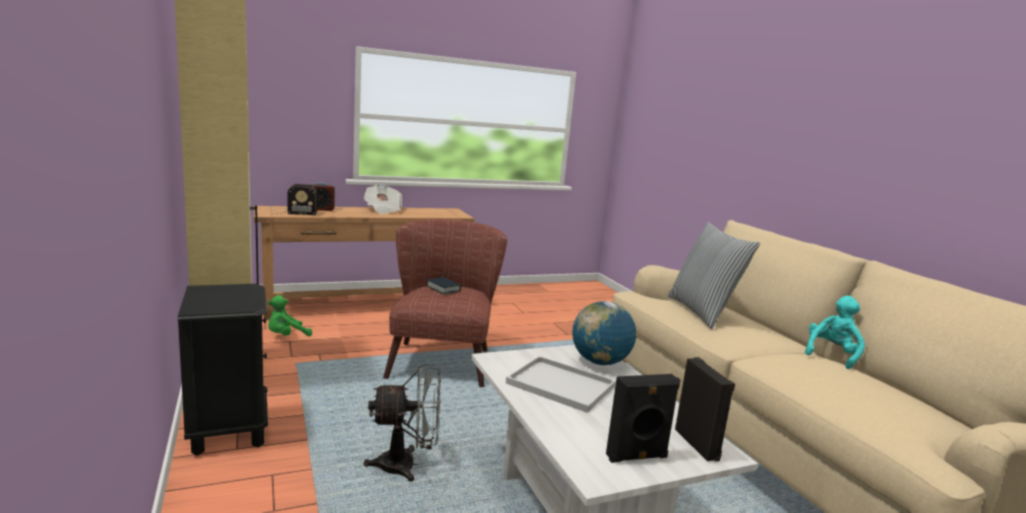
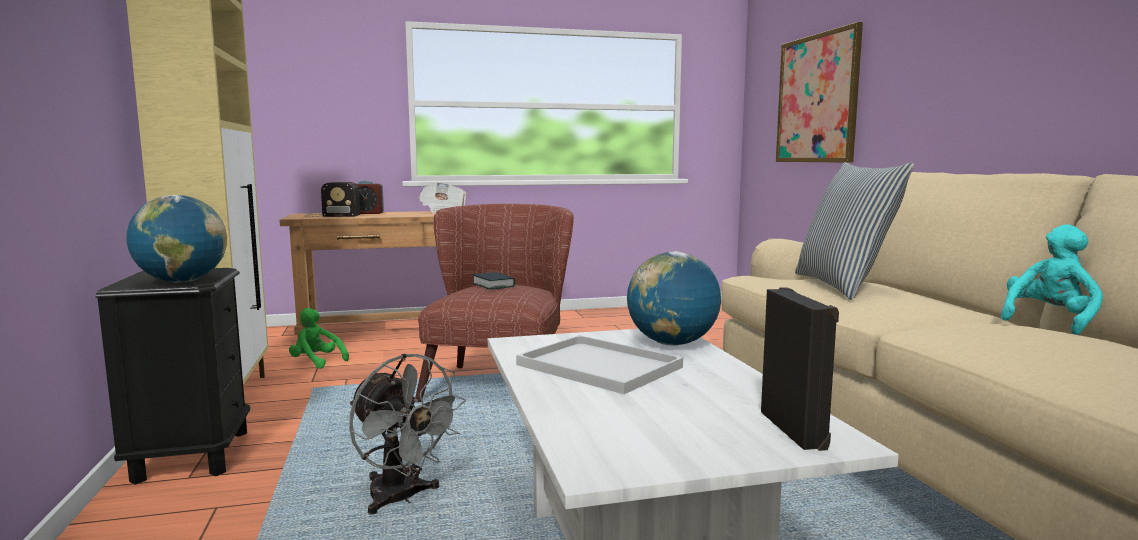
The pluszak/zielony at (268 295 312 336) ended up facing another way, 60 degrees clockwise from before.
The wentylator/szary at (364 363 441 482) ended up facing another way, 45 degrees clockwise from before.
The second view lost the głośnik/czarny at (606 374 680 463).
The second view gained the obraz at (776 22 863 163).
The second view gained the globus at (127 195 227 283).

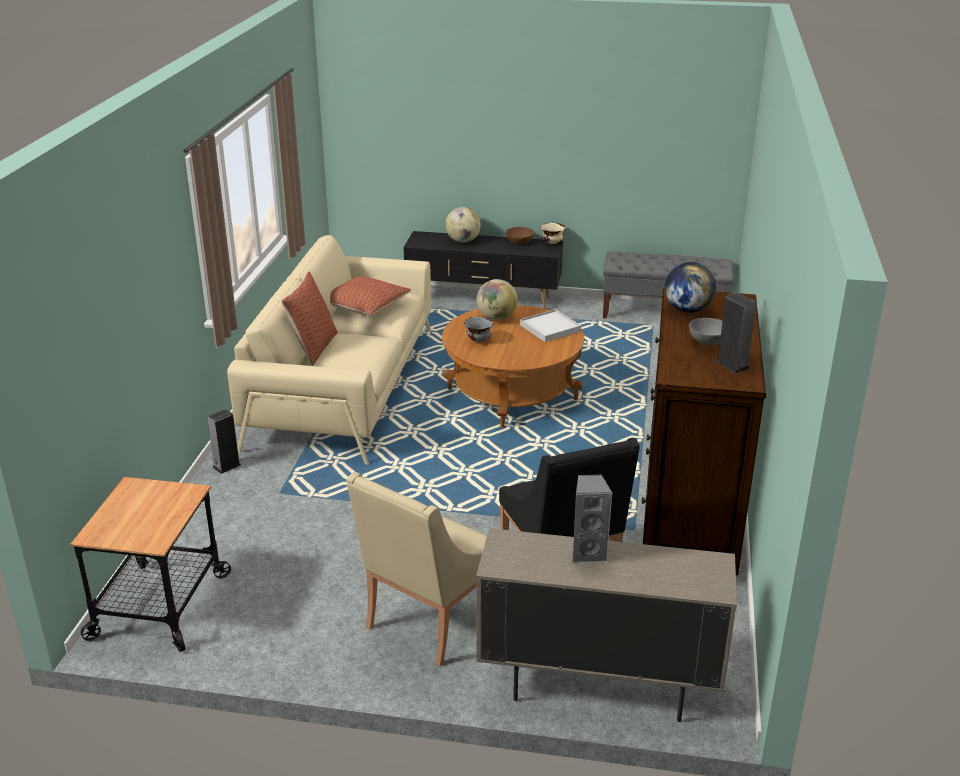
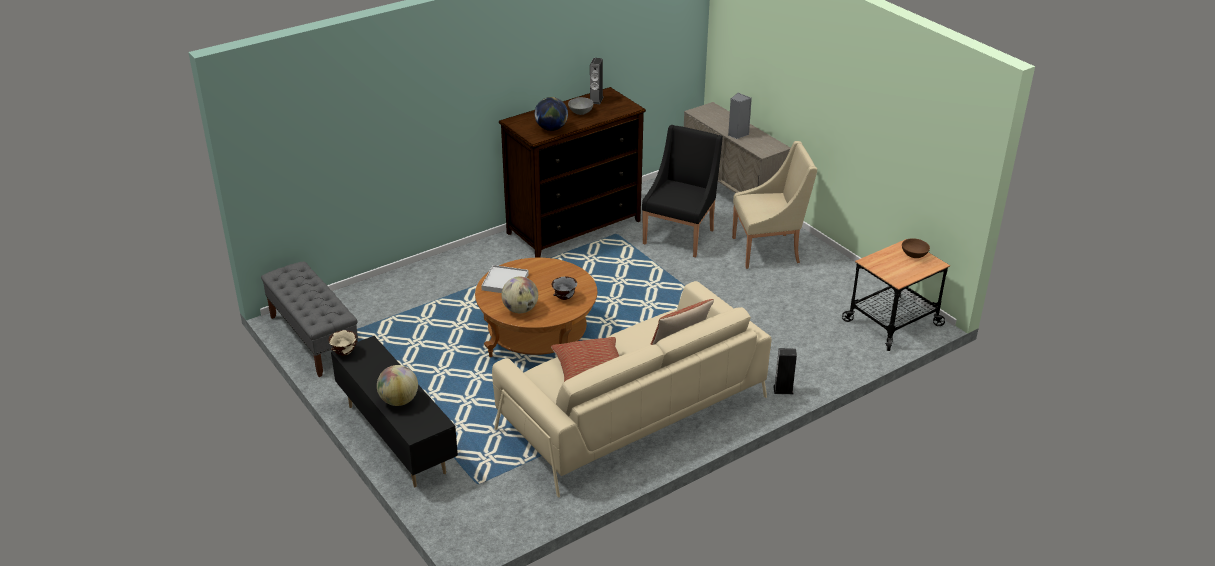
The miska/brązowy ended up elsewhere, having gone from (506 227 534 245) to (902 238 930 258).

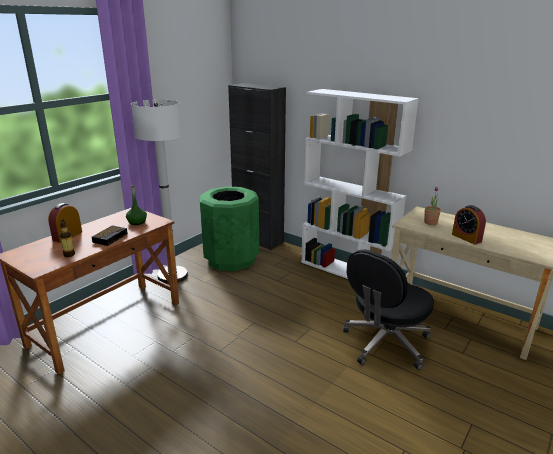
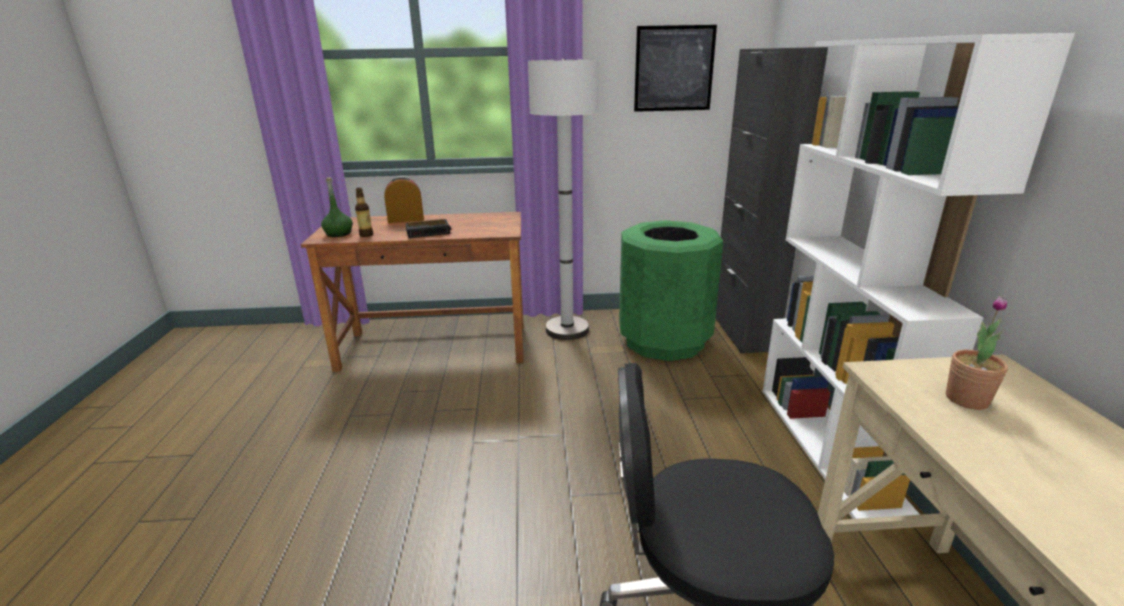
The butelka/zielony ended up elsewhere, having gone from (126 185 147 225) to (321 177 353 237).
The second view lost the budzik at (452 205 486 245).
The second view gained the obraz at (634 25 717 112).

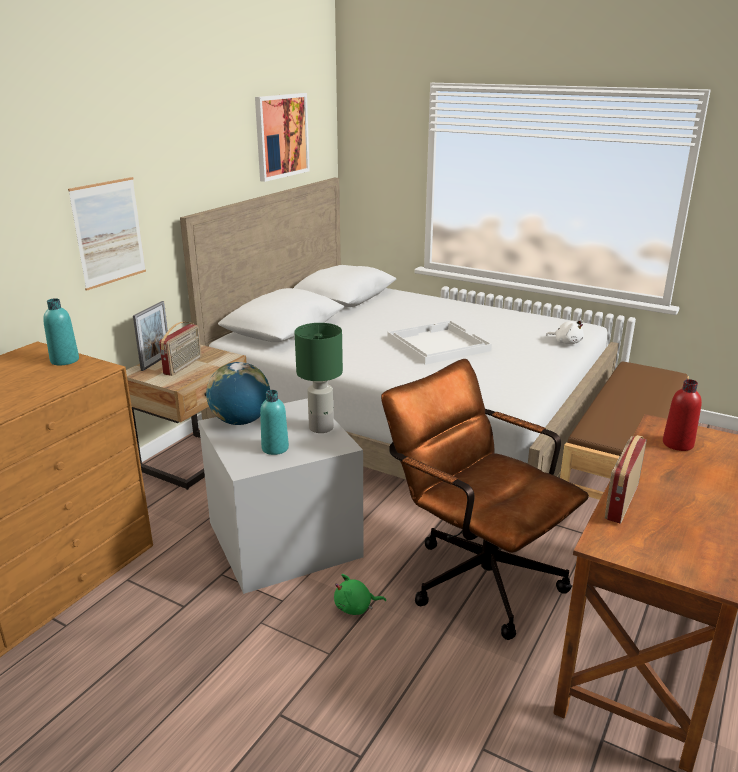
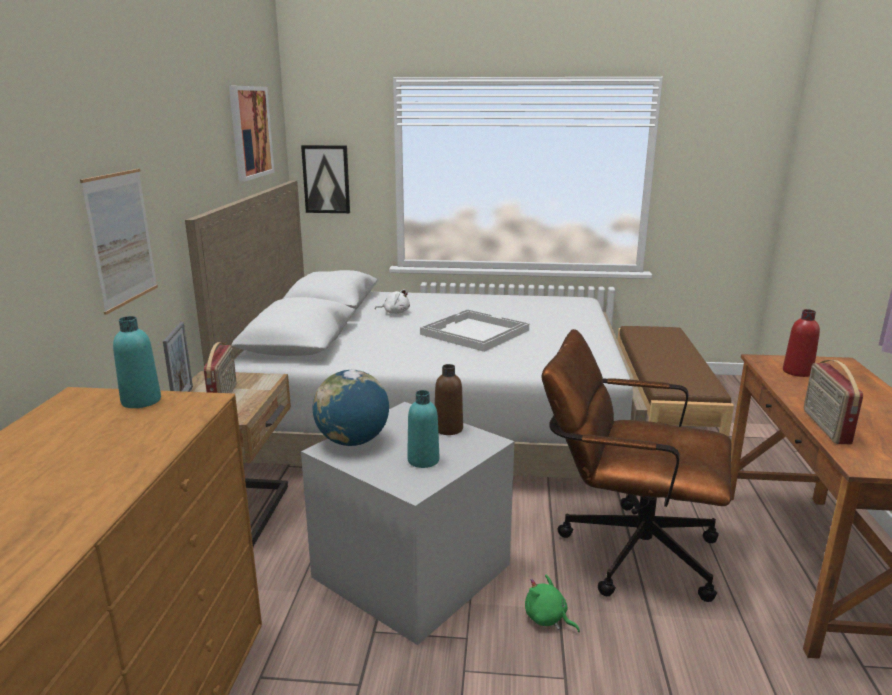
The pluszak/biały ended up elsewhere, having gone from (546 320 584 344) to (375 289 410 314).
Where the lampa stołowa/zielony stood at (294 323 343 433), the butelka/brązowy came to stand at (435 364 463 435).
The pluszak/zielony at (334 574 386 615) ended up facing another way, 75 degrees clockwise from before.
The second view gained the obraz at (301 145 350 213).

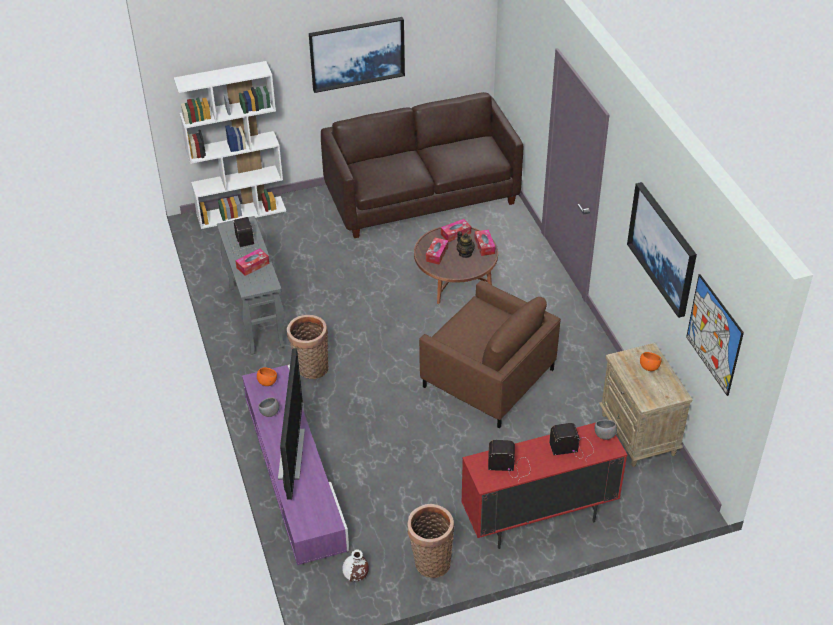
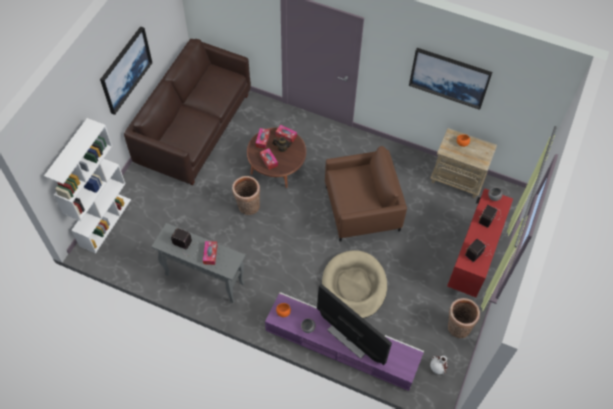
The second view lost the obraz at (686 274 744 396).
The koszyk ended up elsewhere, having gone from (287 315 329 379) to (232 176 260 215).
The second view gained the legowisko/beżowy at (322 250 387 319).

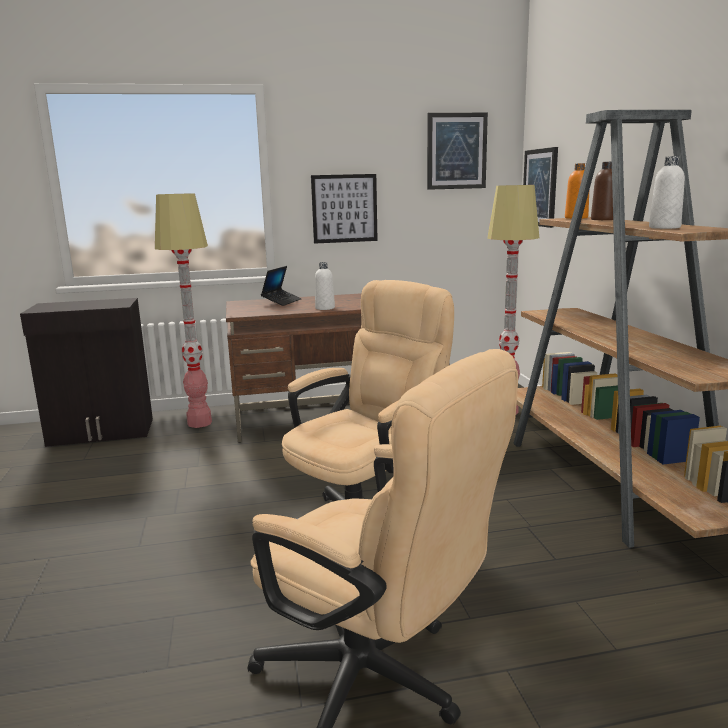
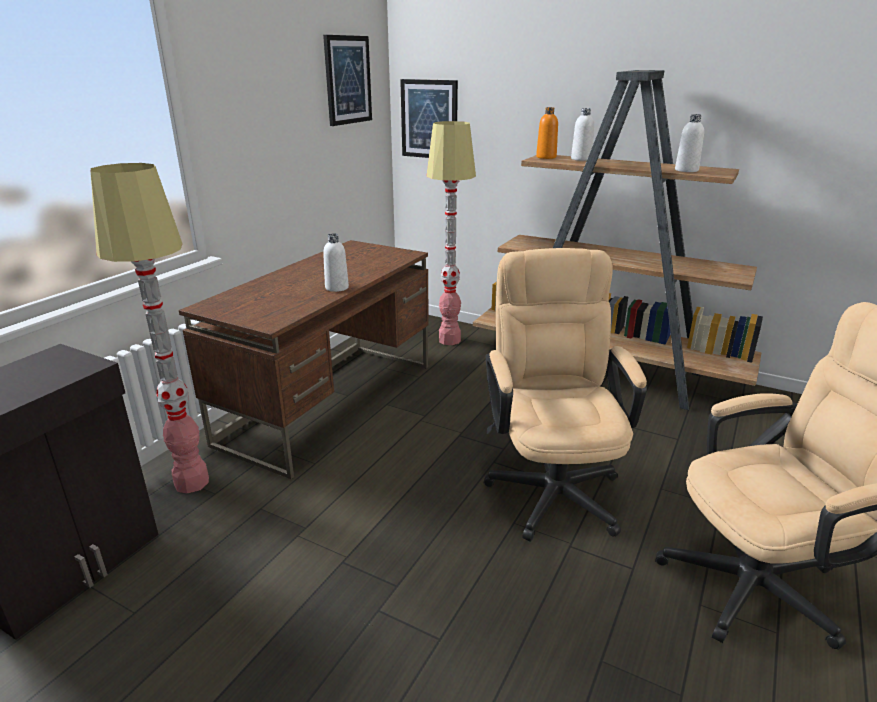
What was the butelka/brązowy at (591 162 613 220) turned into the butelka/biały at (571 108 594 161).
The second view lost the obraz at (311 174 378 244).
The second view lost the laptop at (261 266 302 306).

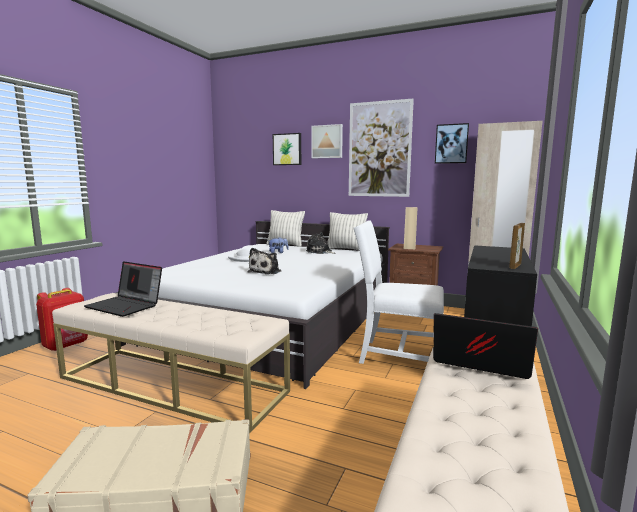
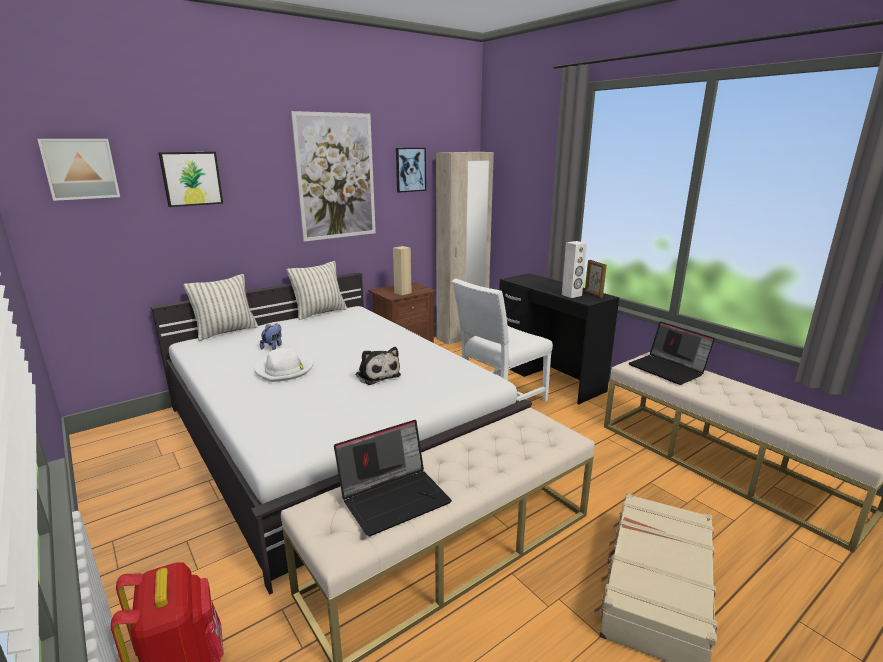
The obraz ended up elsewhere, having gone from (311 124 343 158) to (37 139 120 201).
The second view lost the pluszak at (306 232 336 254).
The laptop at (433 313 538 379) ended up facing another way, 90 degrees counterclockwise from before.
The second view gained the głośnik/biały at (562 241 587 298).

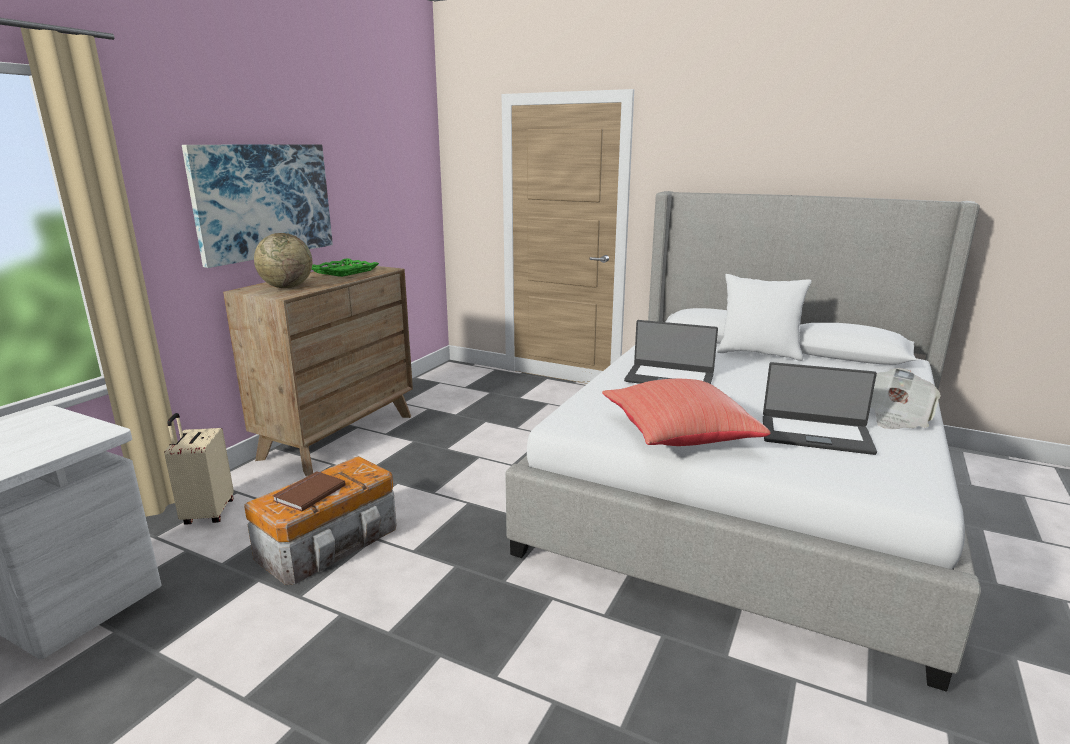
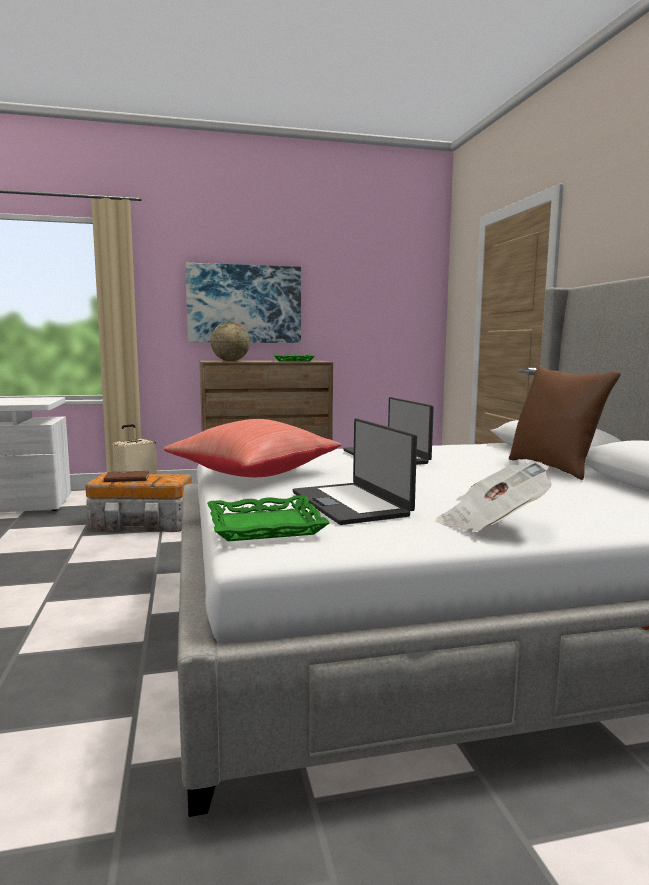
What was the poduszka/biały at (717 274 812 361) turned into the poduszka/brązowy at (509 366 621 480).
The second view gained the taca/zielony at (207 495 330 541).

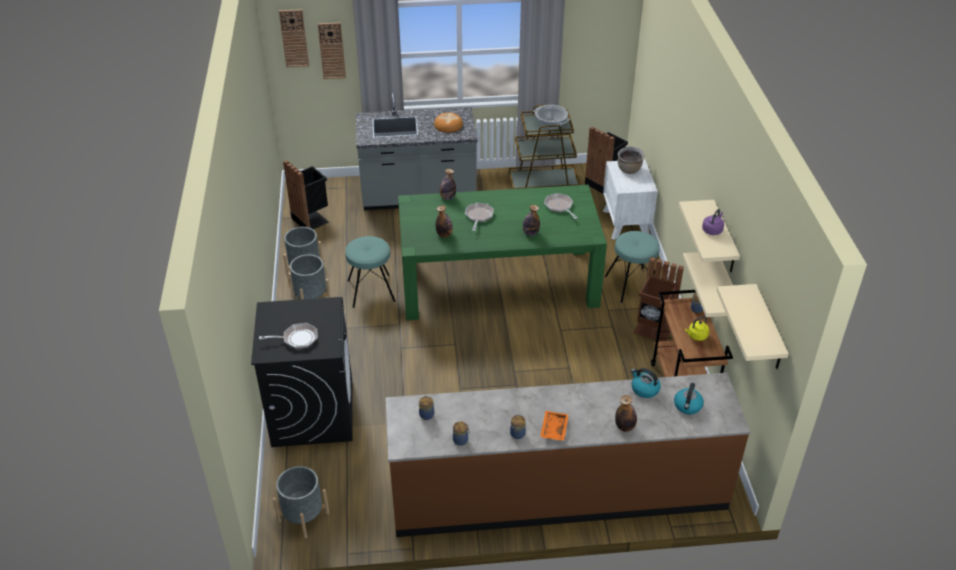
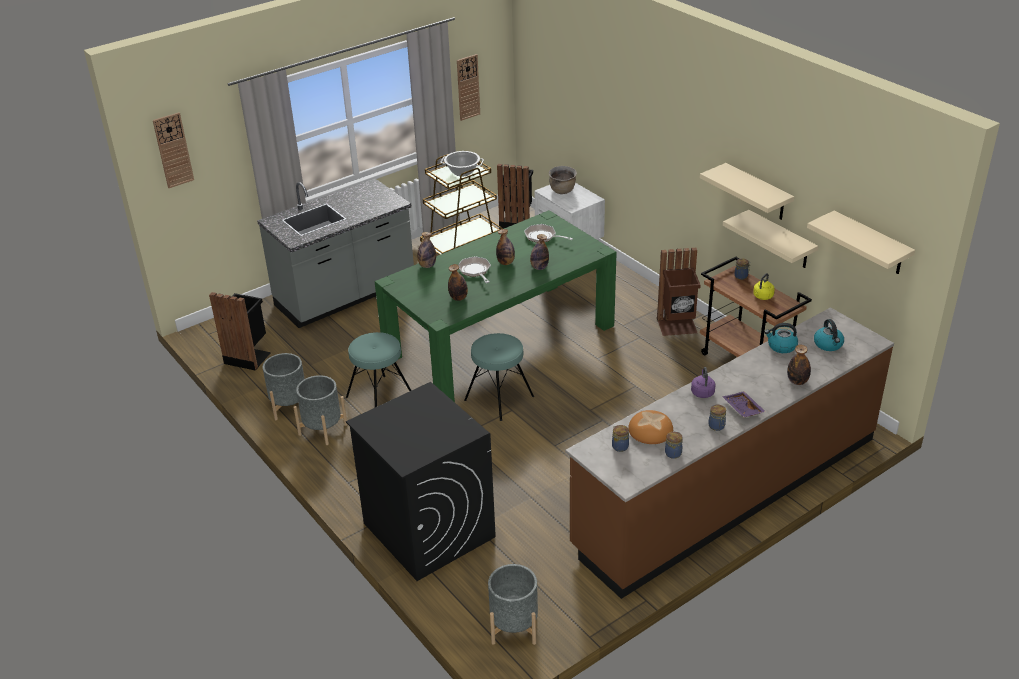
The zegar ścienny ended up elsewhere, having gone from (317 22 346 79) to (457 54 480 121).
The chleb ended up elsewhere, having gone from (434 113 463 133) to (628 410 673 444).
The czajnik/fioletowy ended up elsewhere, having gone from (702 209 724 235) to (691 367 715 398).
The stołek/turkusowy ended up elsewhere, having gone from (605 231 660 303) to (464 333 534 421).
The second view lost the patelnia at (259 323 318 349).
What was the taca/pomarańczowy at (540 411 569 441) turned into the taca/fioletowy at (722 391 766 418).
The second view gained the butelka at (496 229 515 265).

